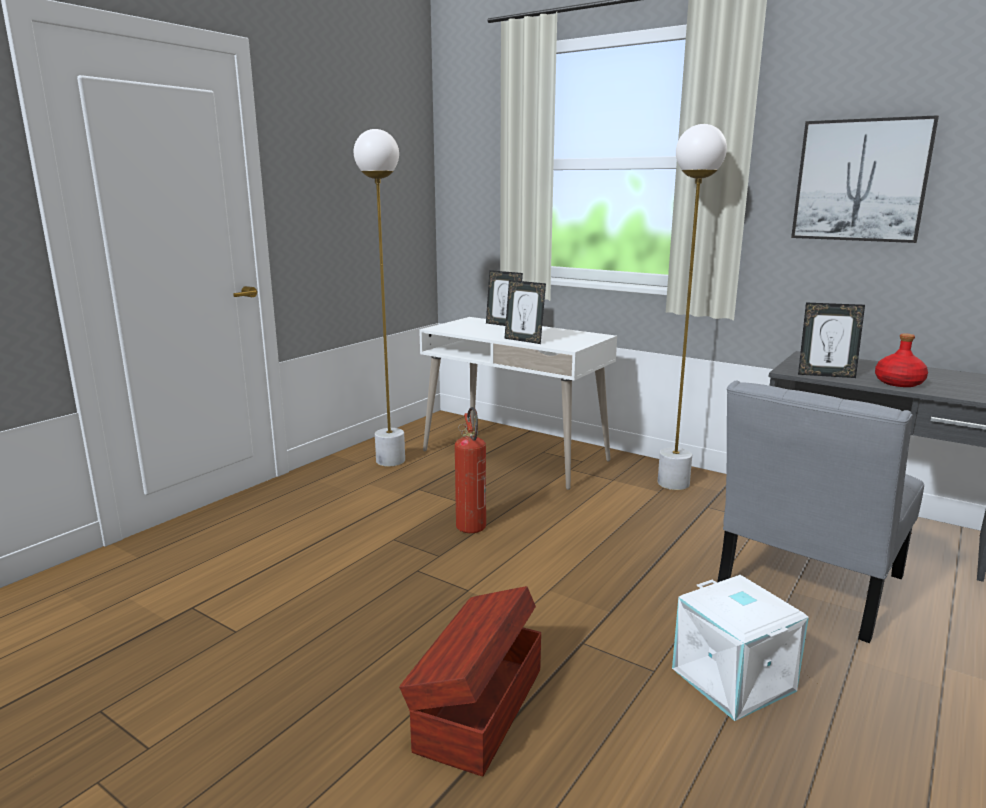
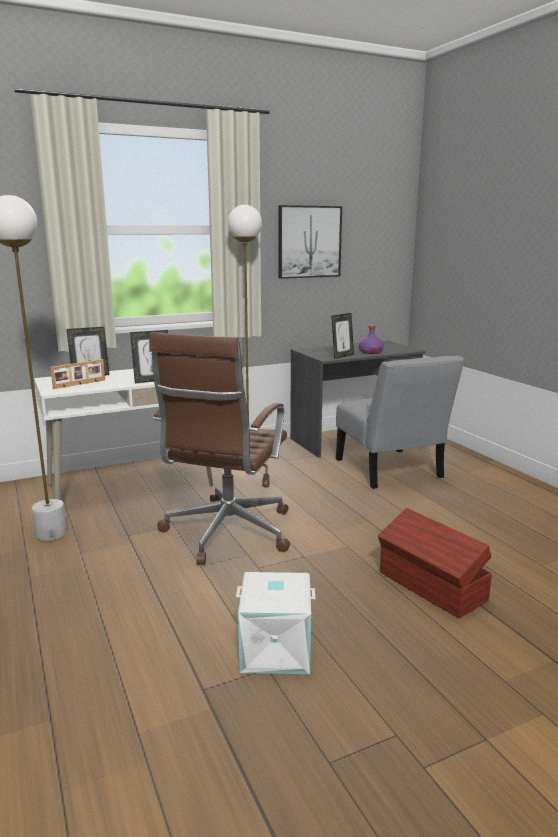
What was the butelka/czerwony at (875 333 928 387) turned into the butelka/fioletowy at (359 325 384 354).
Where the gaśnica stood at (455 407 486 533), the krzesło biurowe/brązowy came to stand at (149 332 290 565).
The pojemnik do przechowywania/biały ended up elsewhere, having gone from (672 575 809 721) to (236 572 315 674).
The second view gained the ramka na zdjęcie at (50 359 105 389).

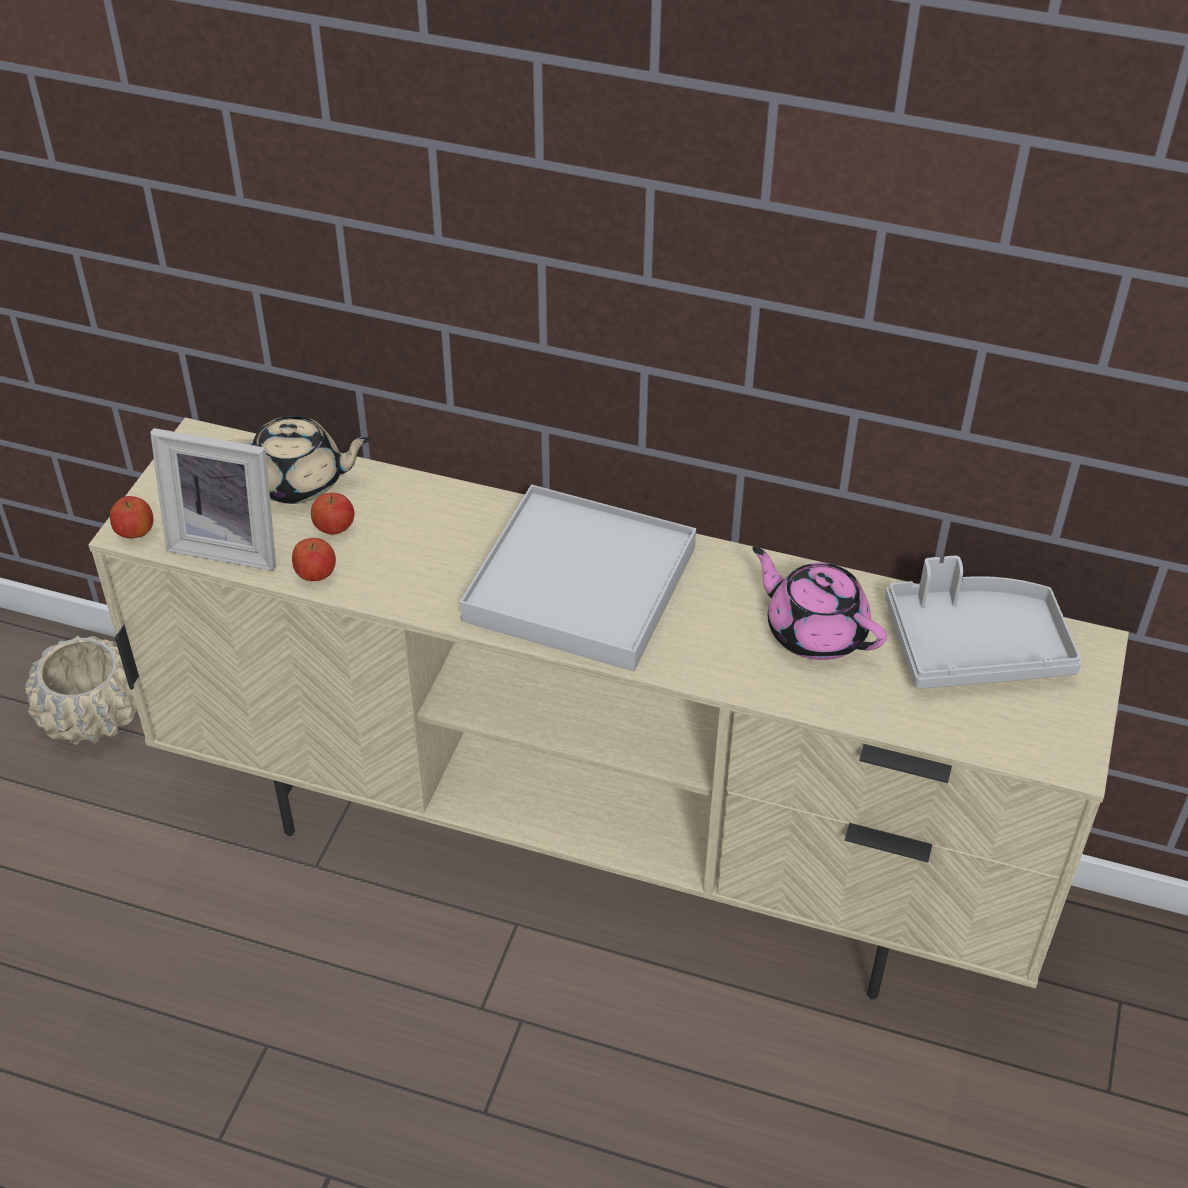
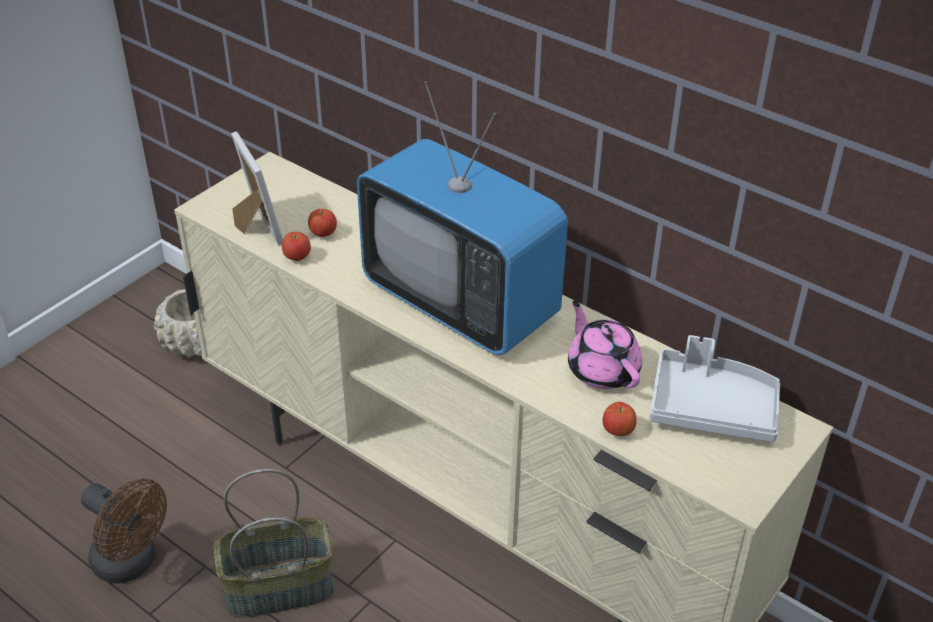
The second view lost the imbryk/beżowy at (228 416 372 504).
The ramka na zdjęcie at (150 428 276 571) ended up facing another way, 150 degrees counterclockwise from before.
Where the taca/biały stood at (460 485 696 672), the telewizor came to stand at (357 81 568 355).
The jabłko ended up elsewhere, having gone from (110 496 153 538) to (603 402 637 436).
The second view gained the koszyk at (214 469 335 618).
The second view gained the wentylator/brązowy at (81 478 167 584).

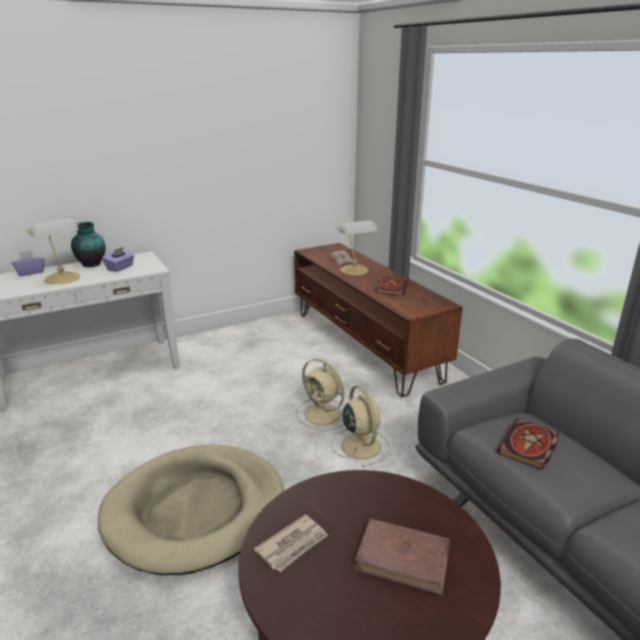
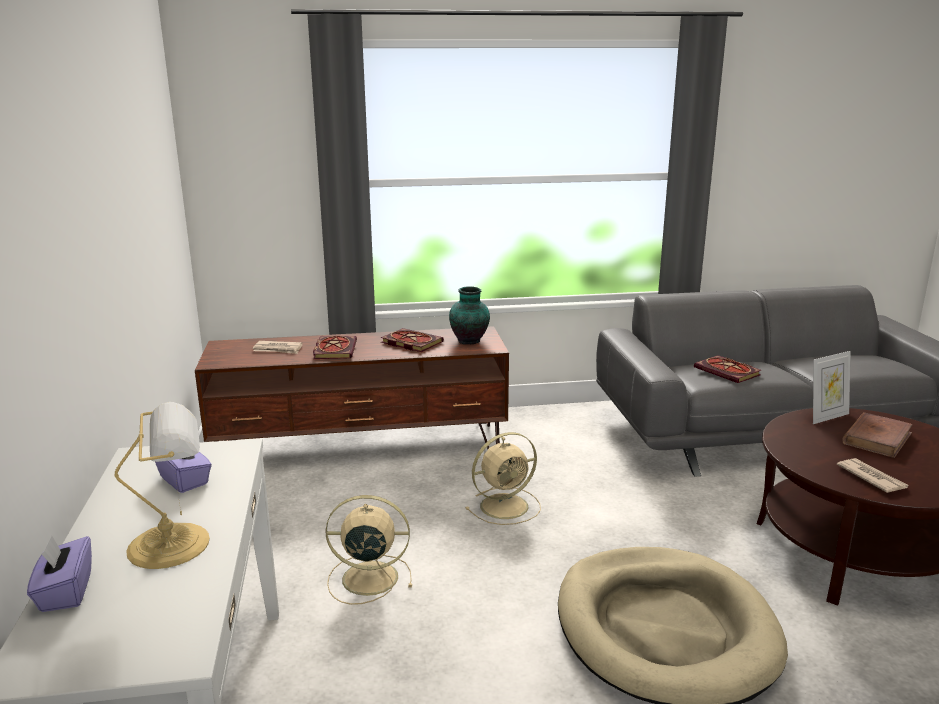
Where the lampa stołowa stood at (336 221 378 275), the książka came to stand at (313 336 357 359).
The wazon ended up elsewhere, having gone from (71 222 106 267) to (449 286 490 344).
The wentylator/beżowy ended up elsewhere, having gone from (330 385 390 468) to (325 495 412 605).
The second view gained the ramka na zdjęcie at (813 351 850 424).

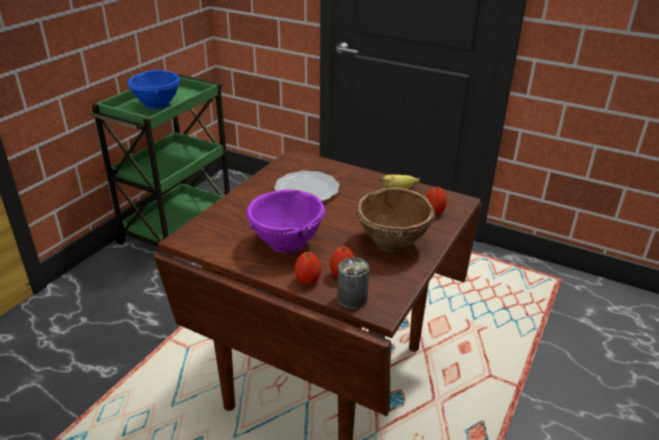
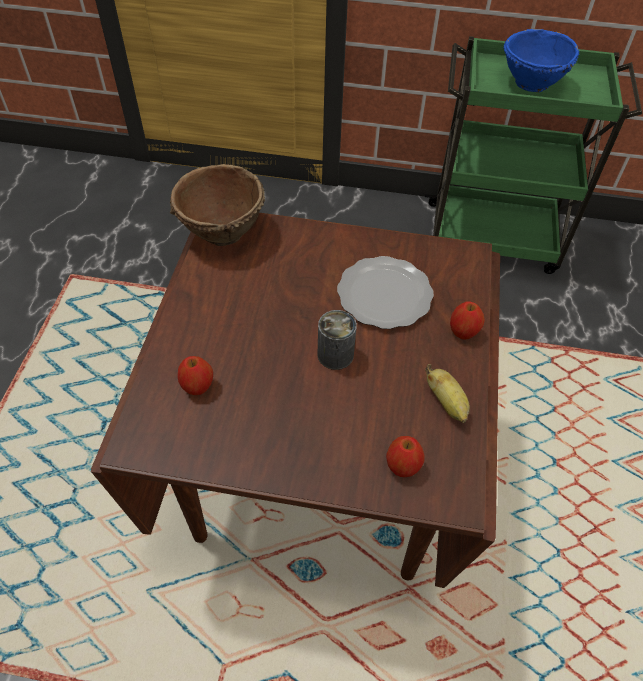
The miska/brązowy ended up elsewhere, having gone from (356 187 435 252) to (170 164 265 246).
The second view lost the miska/fioletowy at (246 189 326 253).
The jabłko ended up elsewhere, having gone from (294 252 321 285) to (450 301 485 340).
The puszka ended up elsewhere, having gone from (338 258 369 309) to (317 310 357 370).

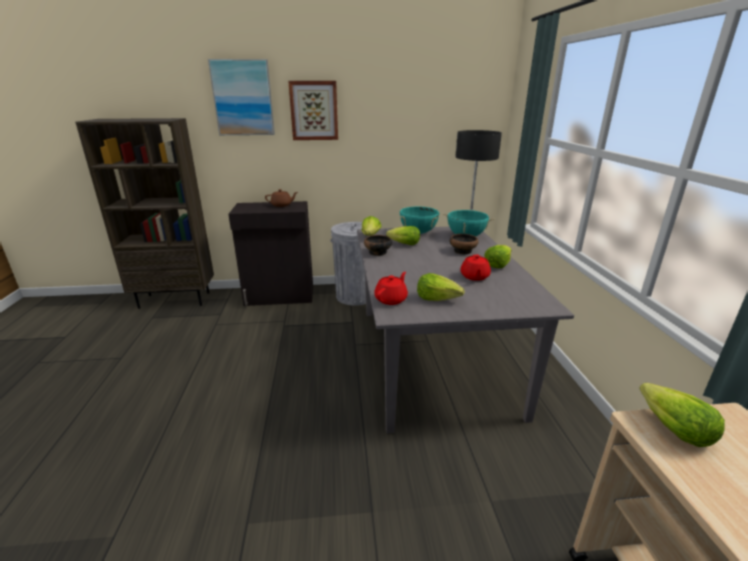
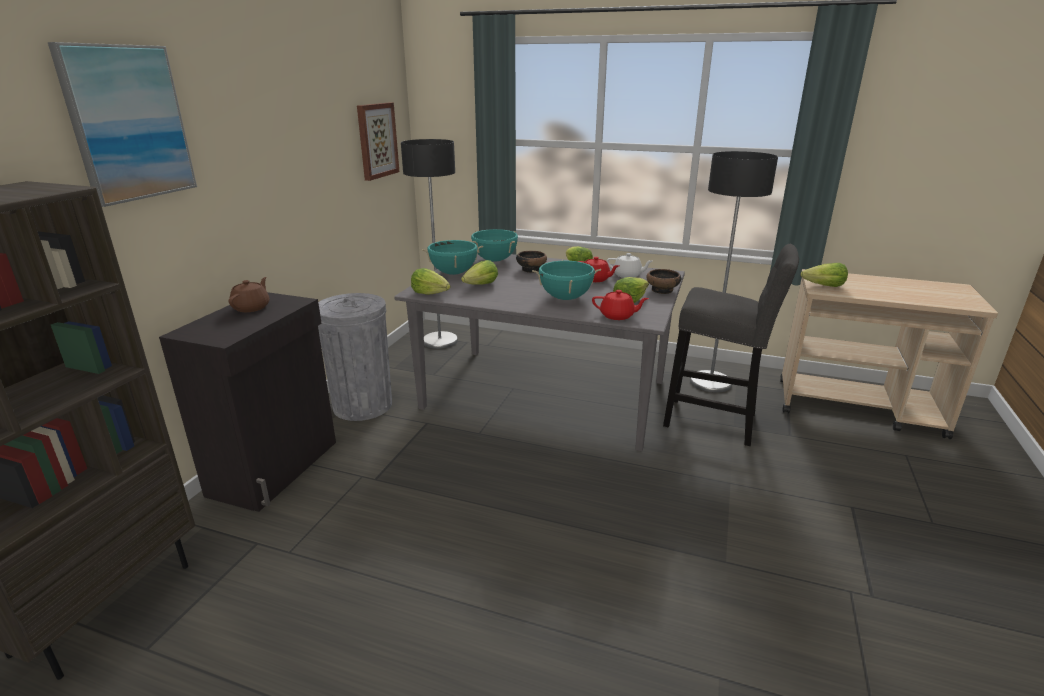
The obraz ended up elsewhere, having gone from (288 81 338 140) to (357 103 399 181).
The miska ended up elsewhere, having gone from (364 235 392 256) to (646 269 681 294).
The imbryk/czerwony at (374 272 408 305) ended up facing another way, 135 degrees clockwise from before.
The second view gained the lampa stojąca at (690 151 778 393).
The second view gained the stołek/szary at (663 244 799 446).
The second view gained the imbryk/biały at (607 253 652 278).
The second view gained the garnek/turkusowy at (532 260 601 300).

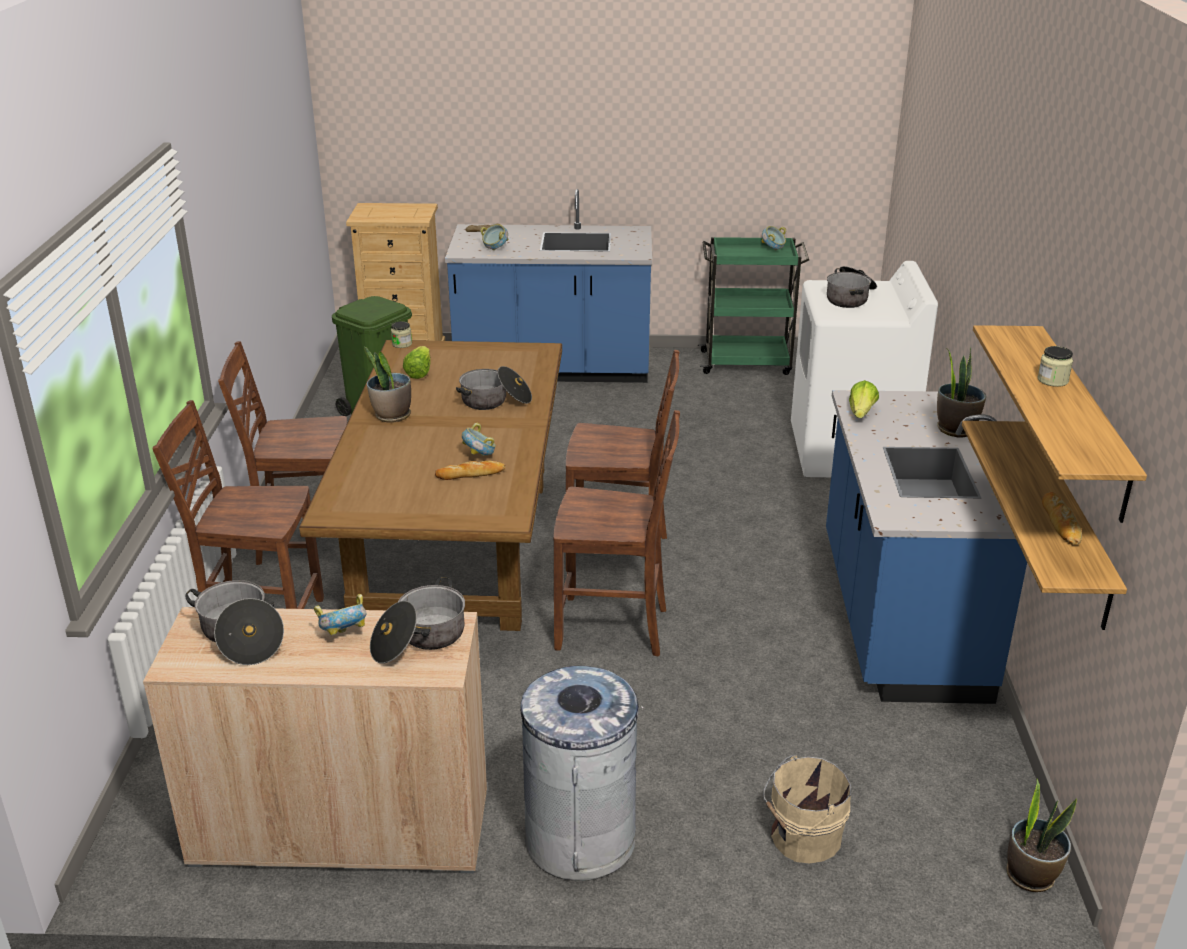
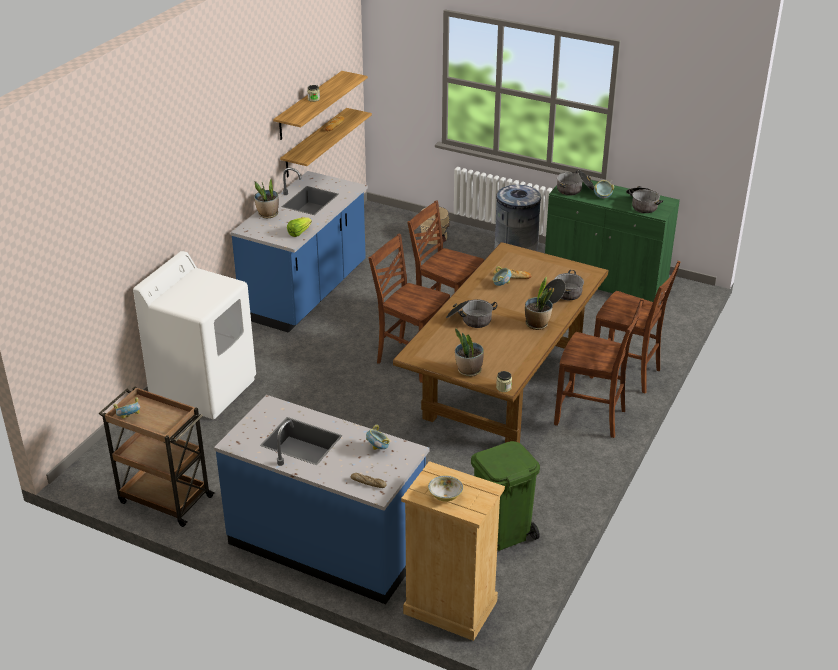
What was the wózek/zielony at (698 237 809 375) turned into the wózek/brązowy at (99 387 215 527).
The garnek ended up elsewhere, having gone from (827 266 877 308) to (542 270 584 304).
The second view lost the sałata at (403 346 431 379).
What was the szafka/beżowy at (143 607 487 873) turned into the szafka/zielony at (545 180 680 302).
The roślina doniczkowa ended up elsewhere, having gone from (1006 779 1077 892) to (455 328 484 377).
The second view gained the miska at (428 476 463 502).

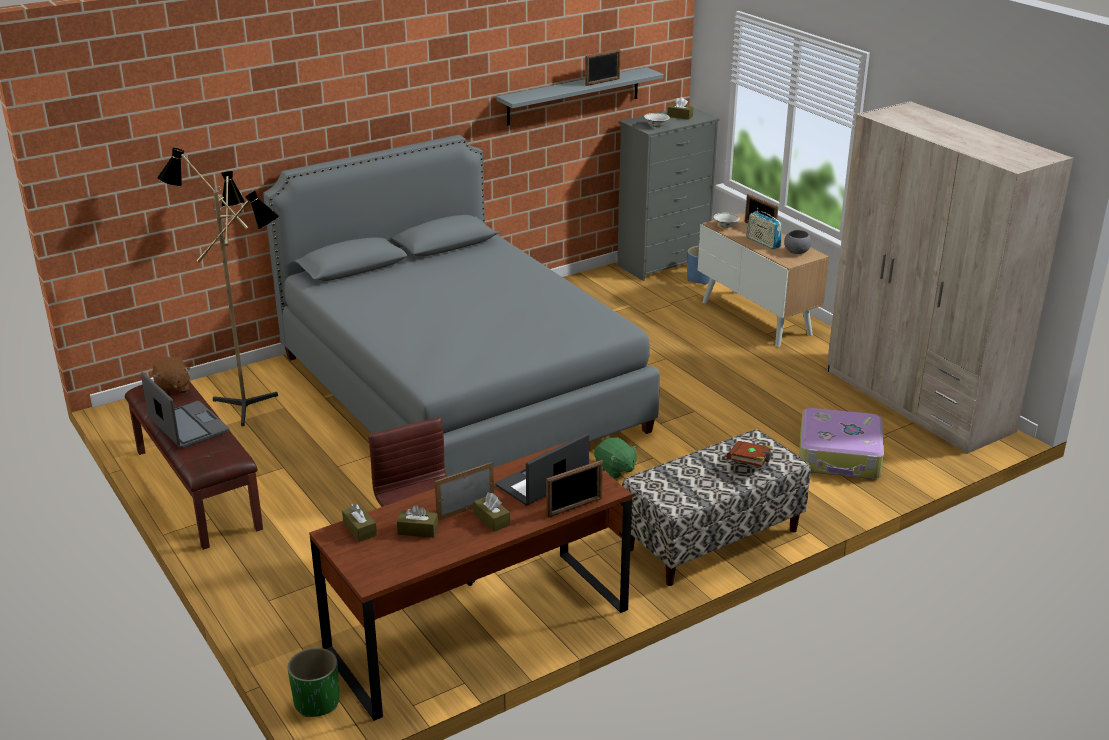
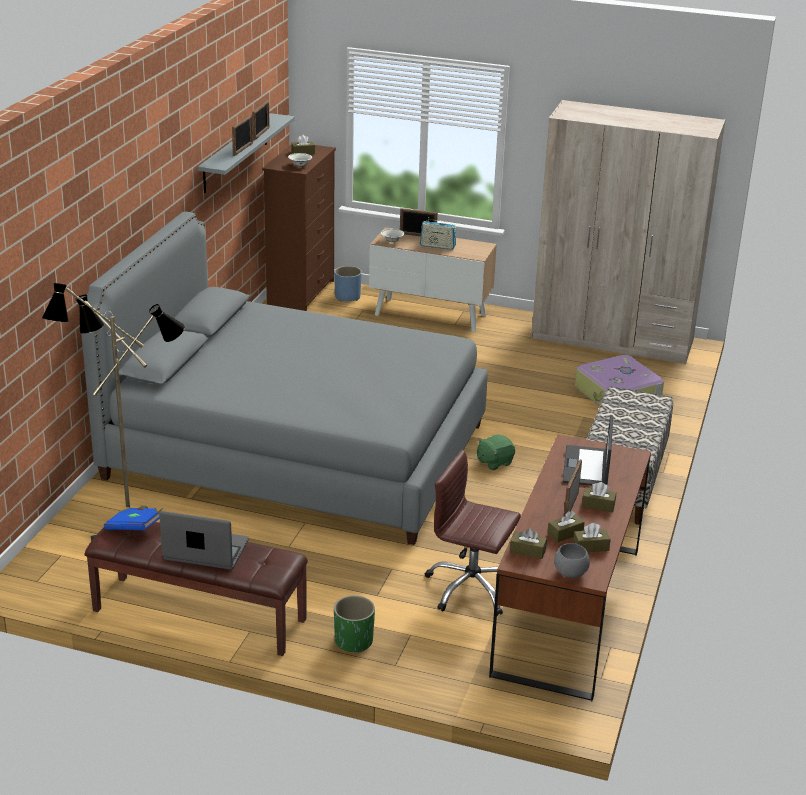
What was the komoda/szary at (617 108 719 281) turned into the komoda/brązowy at (262 142 336 311).
The miska/szary ended up elsewhere, having gone from (784 230 811 254) to (554 543 590 578).
Where the pluszak/brązowy stood at (152 357 190 396), the książka/niebieski came to stand at (104 506 163 531).
The pluszak/zielony at (594 438 638 479) ended up facing another way, 135 degrees clockwise from before.
The second view lost the książka/brązowy at (727 441 772 467).
The ramka na zdjęcie ended up elsewhere, having gone from (546 460 603 518) to (232 115 253 156).
The donica/zielony ended up elsewhere, having gone from (287 648 340 717) to (334 595 375 654).
The second view gained the pudełko chusteczek/brązowy at (573 523 611 552).

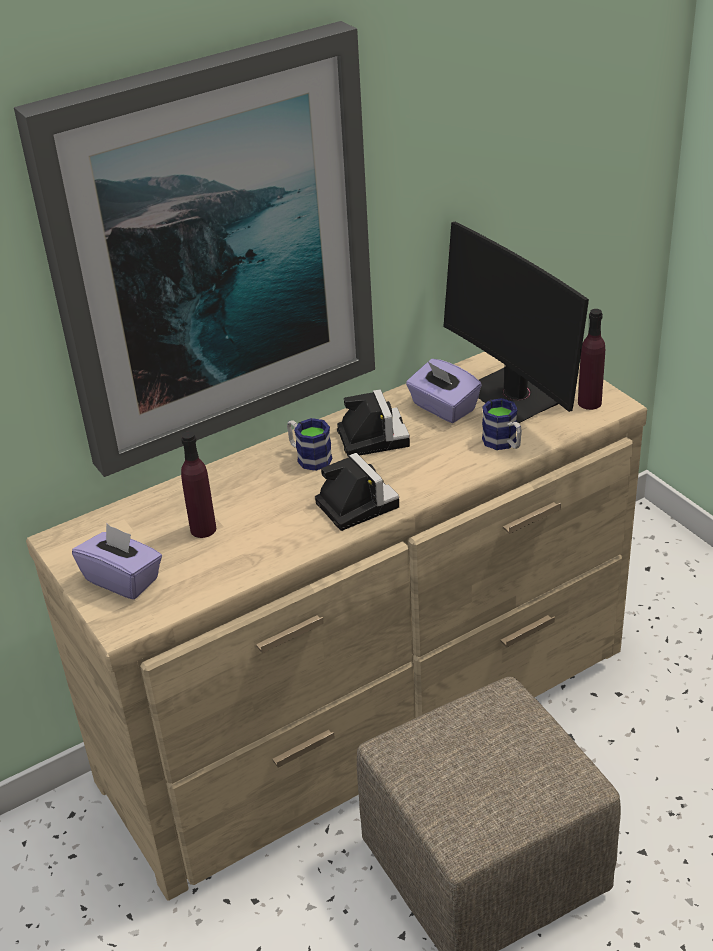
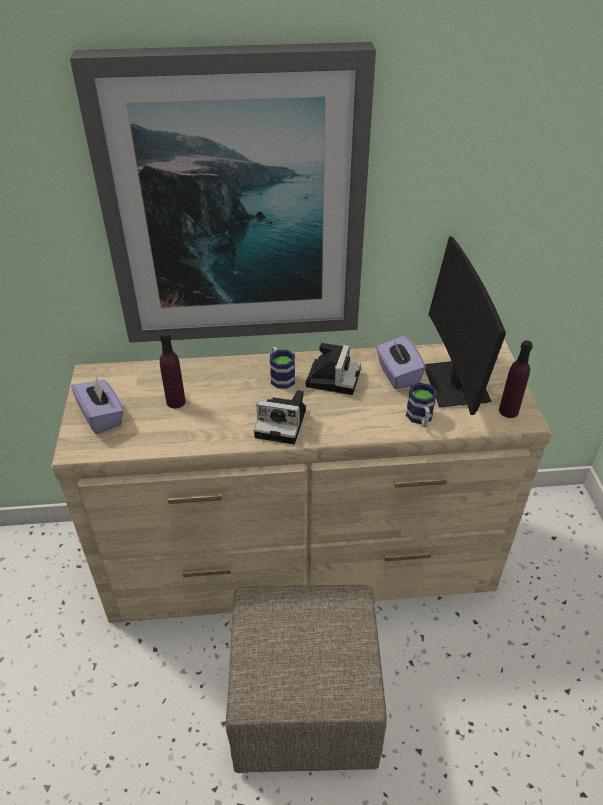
The aparat fotograficzny at (315 453 399 531) ended up facing another way, 105 degrees clockwise from before.

